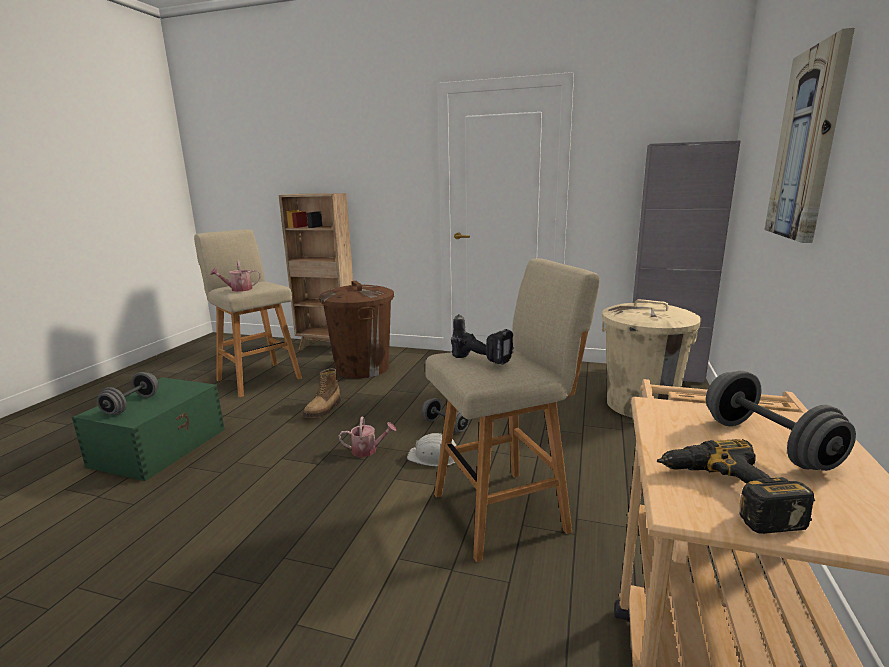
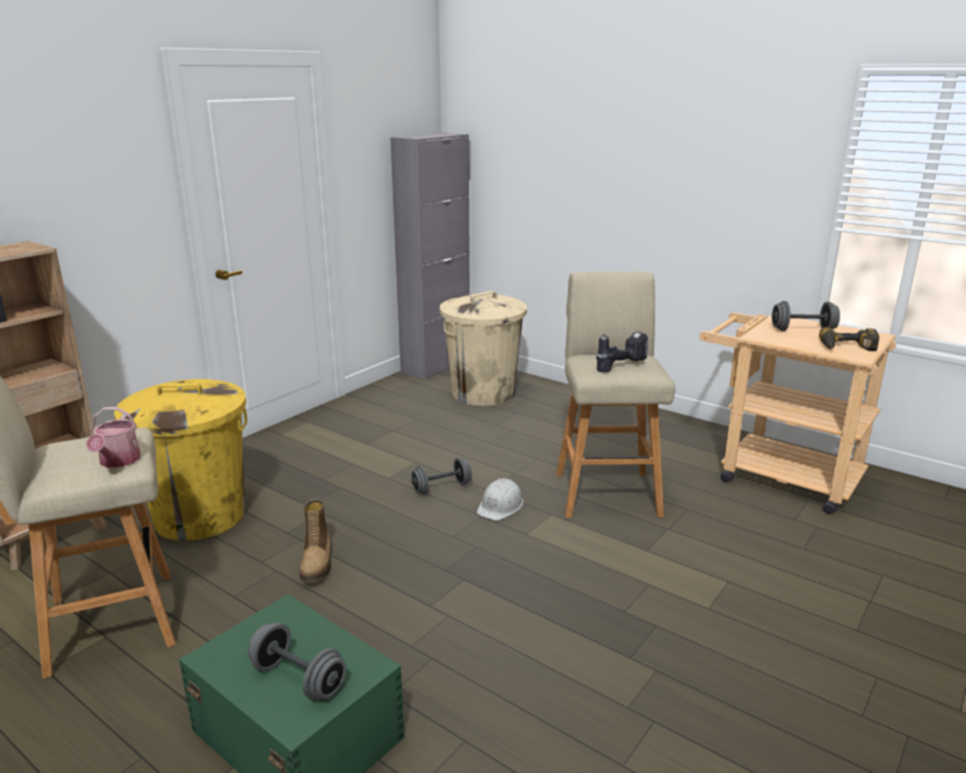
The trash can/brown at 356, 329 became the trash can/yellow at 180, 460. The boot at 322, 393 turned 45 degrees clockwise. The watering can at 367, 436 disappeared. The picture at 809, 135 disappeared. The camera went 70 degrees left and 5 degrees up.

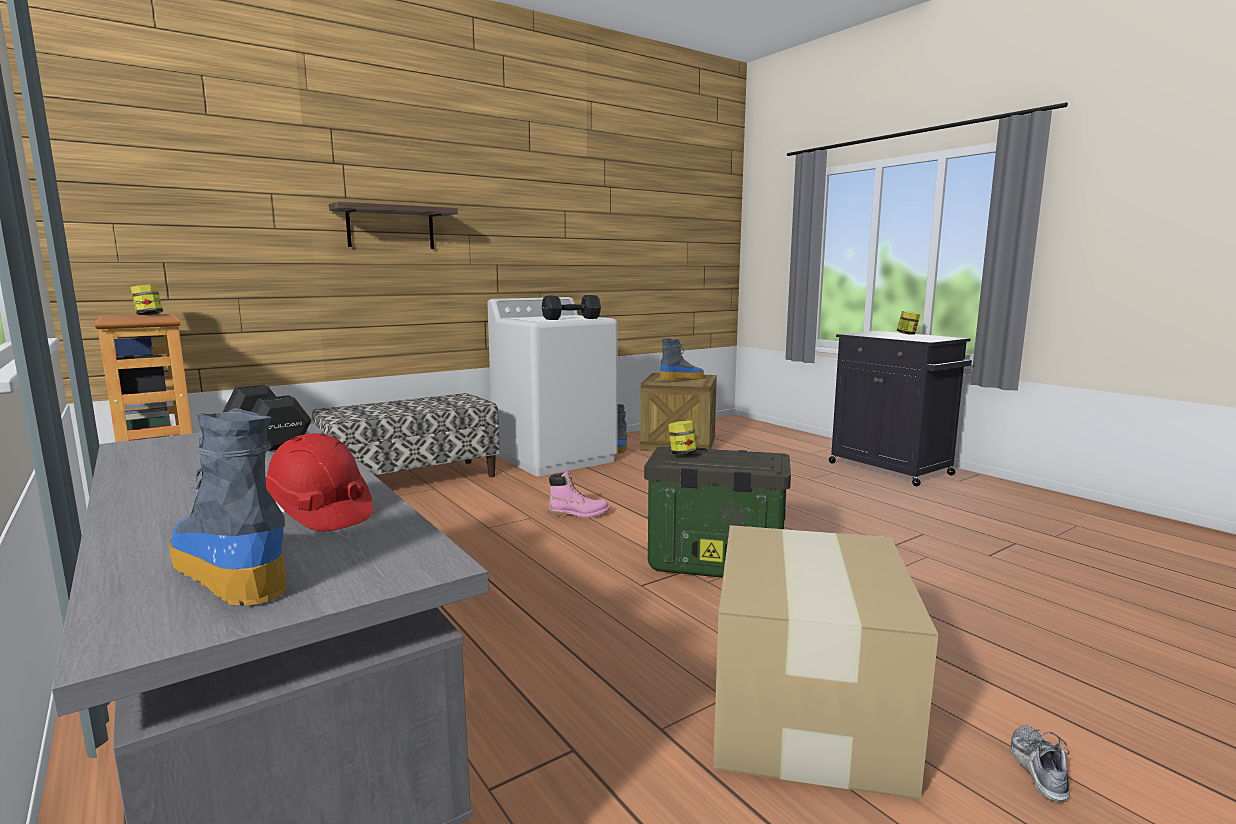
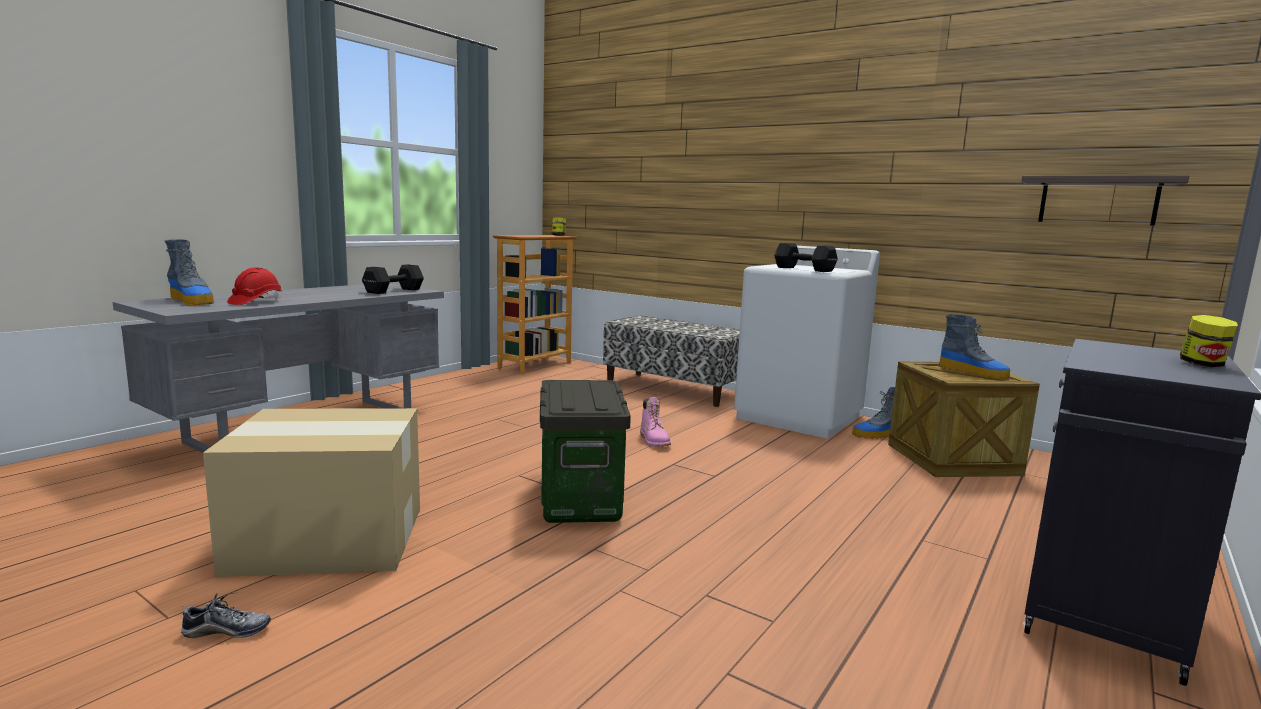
The boot at 227, 507 turned 105 degrees clockwise. The shelf moved from 393, 225 to 1105, 200. The jar at 683, 438 disappeared. The camera went 70 degrees right and 0 degrees up.

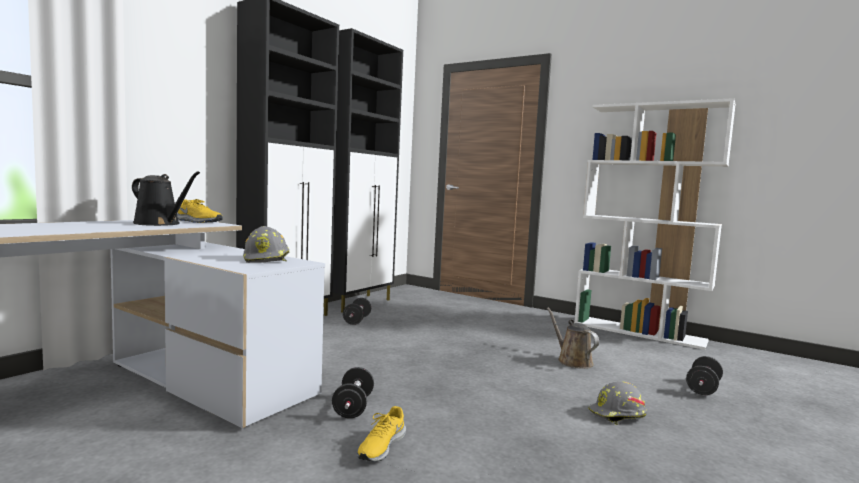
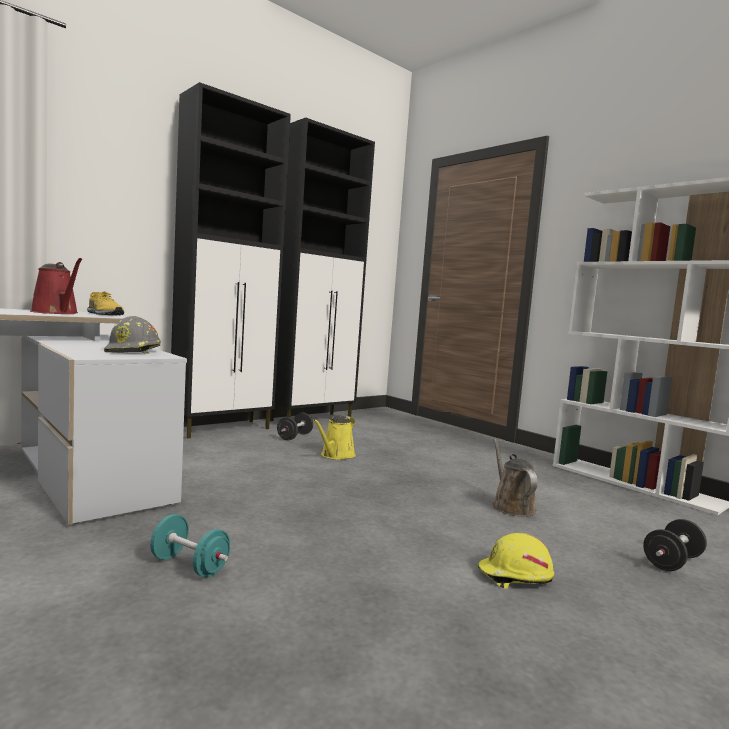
The watering can/black at 166, 198 became the watering can/red at 56, 286. The shoe/yellow at 381, 434 was replaced by the dumbbell/turquoise at 190, 546. The watering can/yellow at 334, 438 appeared. The hard hat/grey at 617, 403 became the hard hat/yellow at 516, 561. The dumbbell/black at 353, 392 disappeared. The camera went 15 degrees right and 0 degrees up.

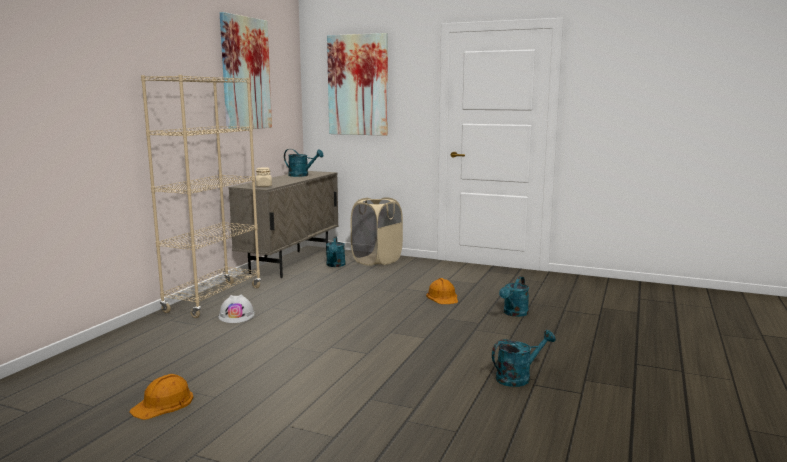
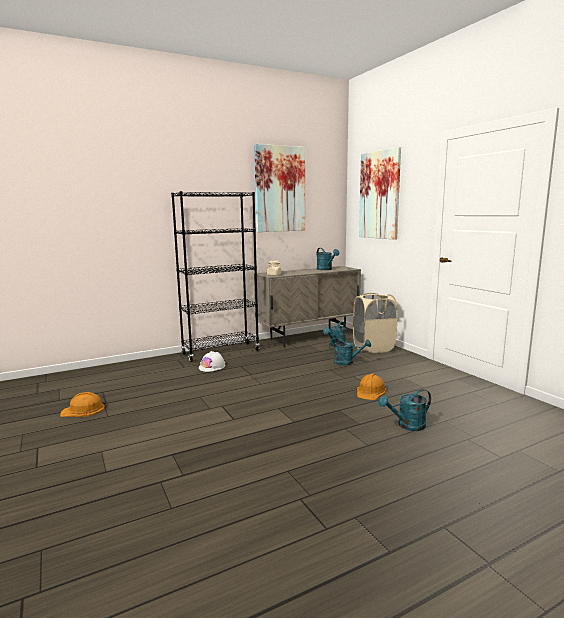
The bookcase/beige at 201, 196 became the bookcase/black at 215, 276. The watering can/turquoise moved from 524, 358 to 350, 351. The camera went 40 degrees right and 0 degrees up.

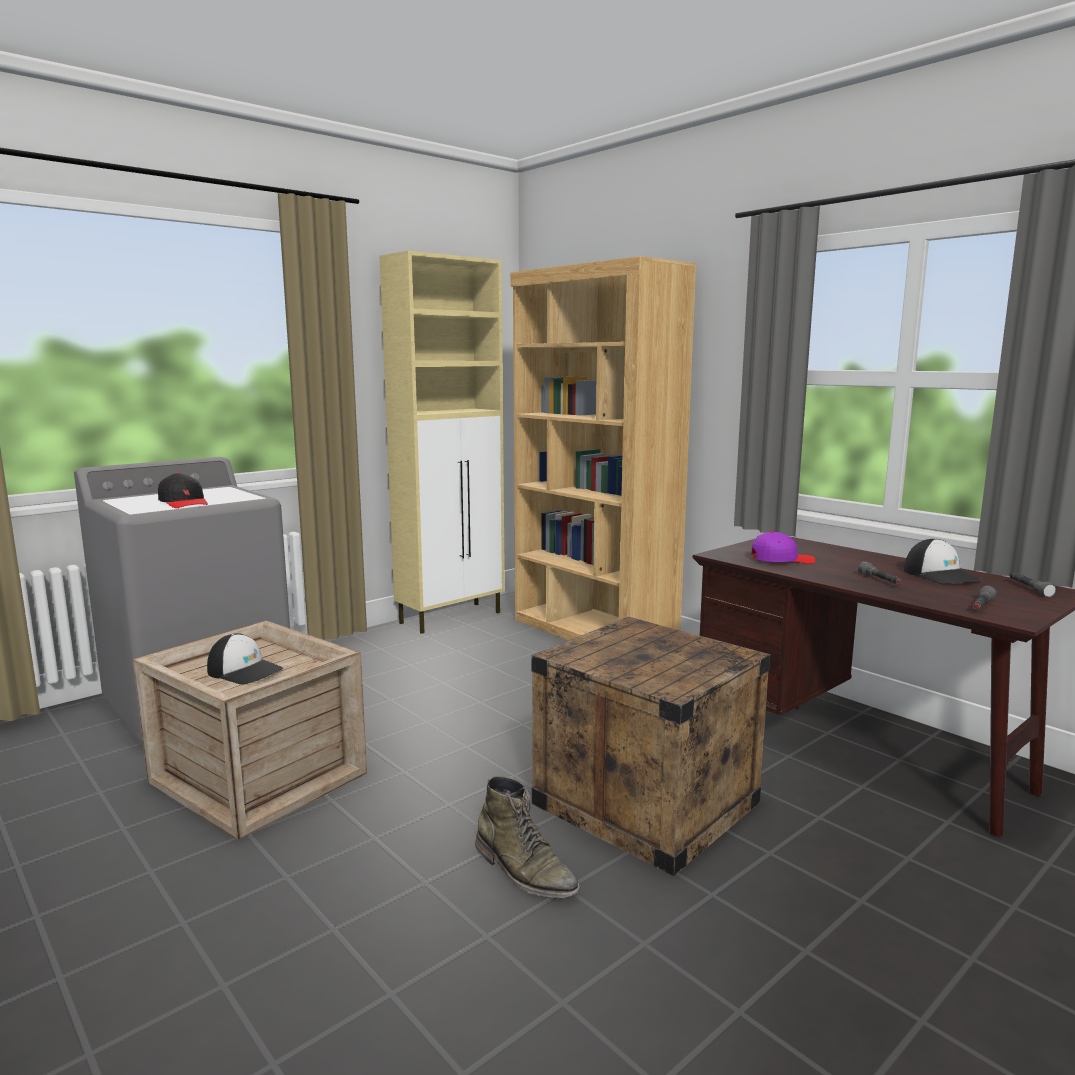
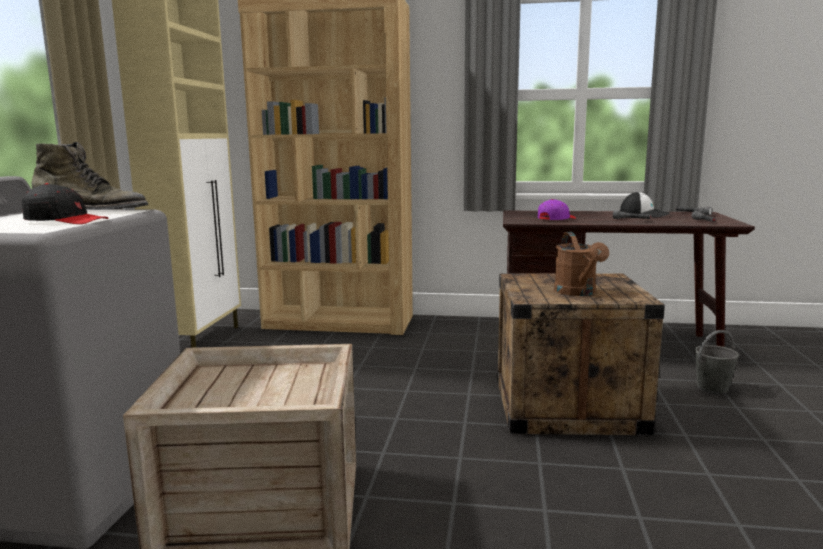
The boot/green moved from 527, 837 to 90, 176. The watering can/brown at 581, 264 appeared. The bucket/grey at 717, 362 appeared. The cap at 245, 659 disappeared. The camera went 40 degrees left and 0 degrees up.

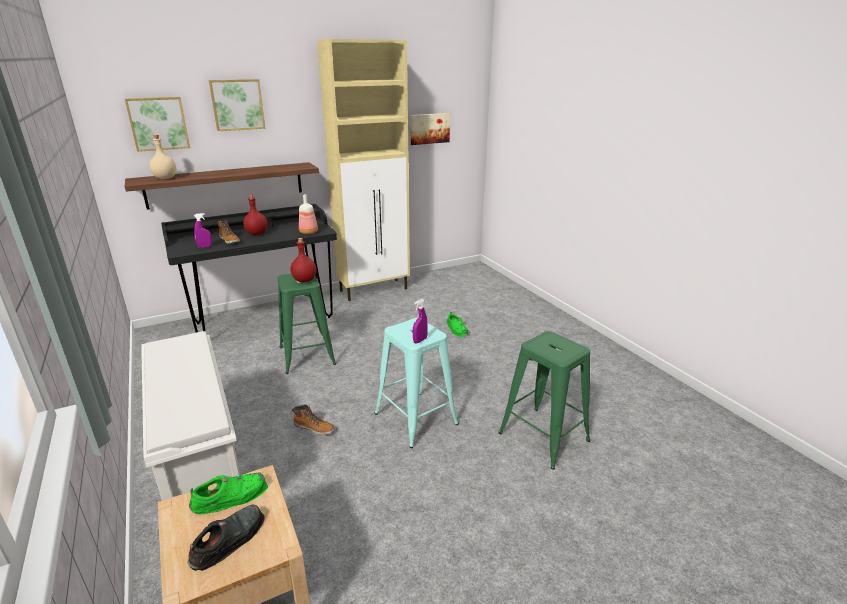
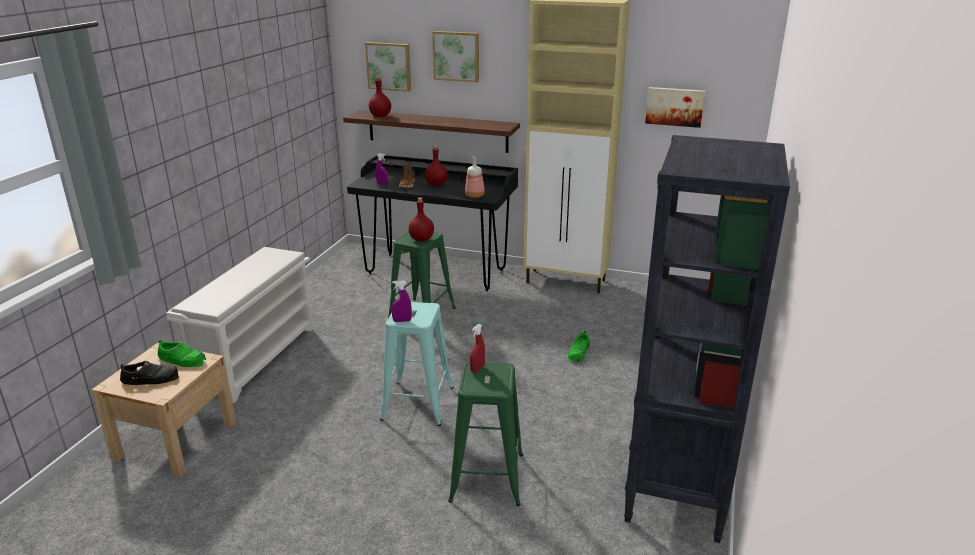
The bottle/beige at 162, 157 became the bottle/red at 380, 97. The spray bottle/red at 477, 348 appeared. The bookcase/black at 707, 339 appeared. The boot at 313, 420 disappeared. The camera went 45 degrees right and 0 degrees up.

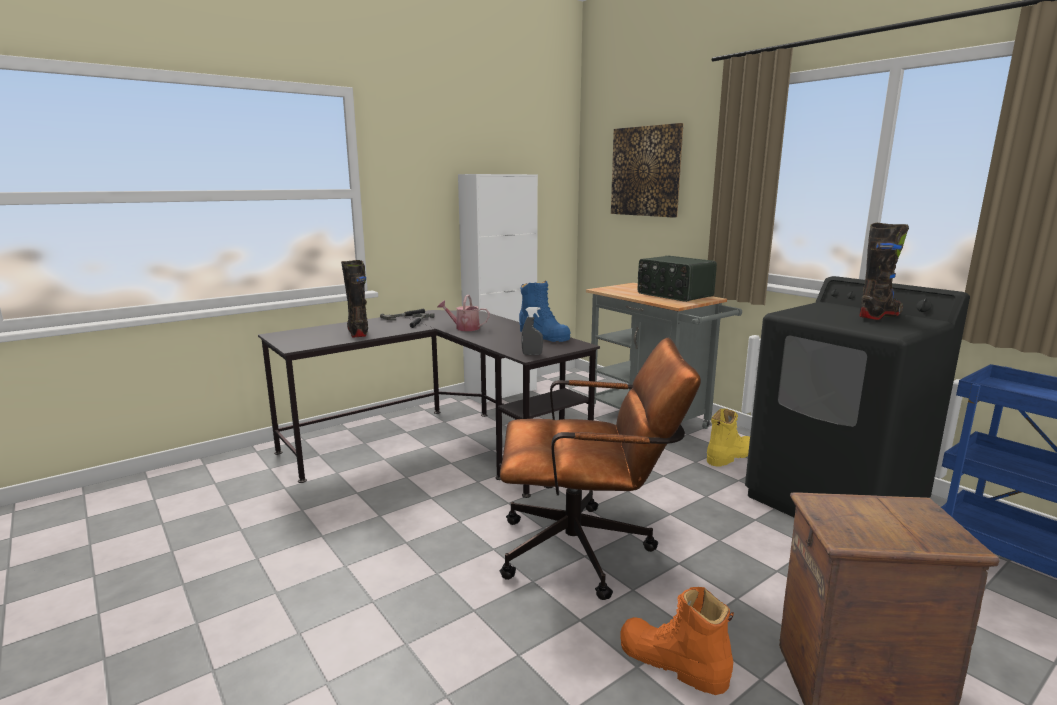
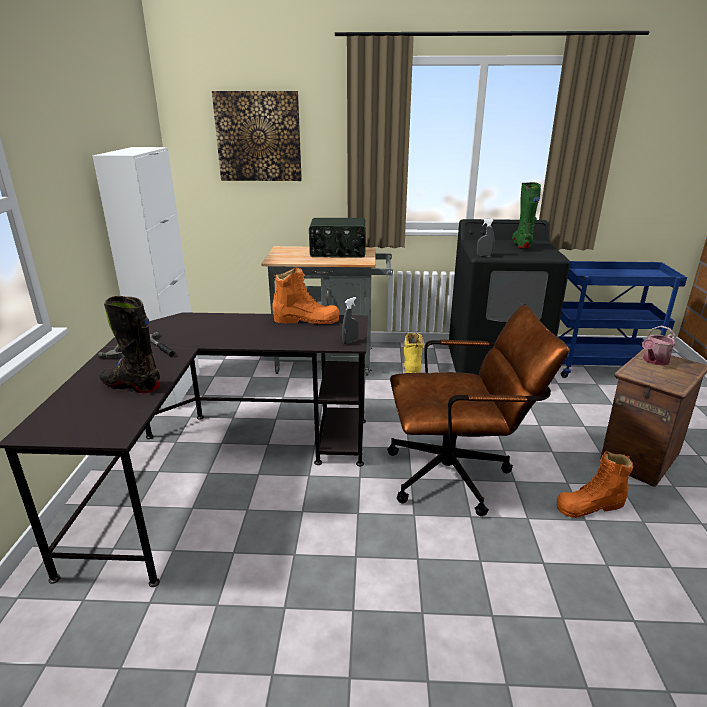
The boot/blue at 545, 311 became the boot/orange at 306, 296. The office chair/brown at 600, 469 turned 45 degrees clockwise. The spray bottle/grey at 486, 237 appeared. The boot/black at 884, 271 became the boot/green at 526, 215. The watering can moved from 464, 313 to 659, 346. The camera went 50 degrees left and 10 degrees up.

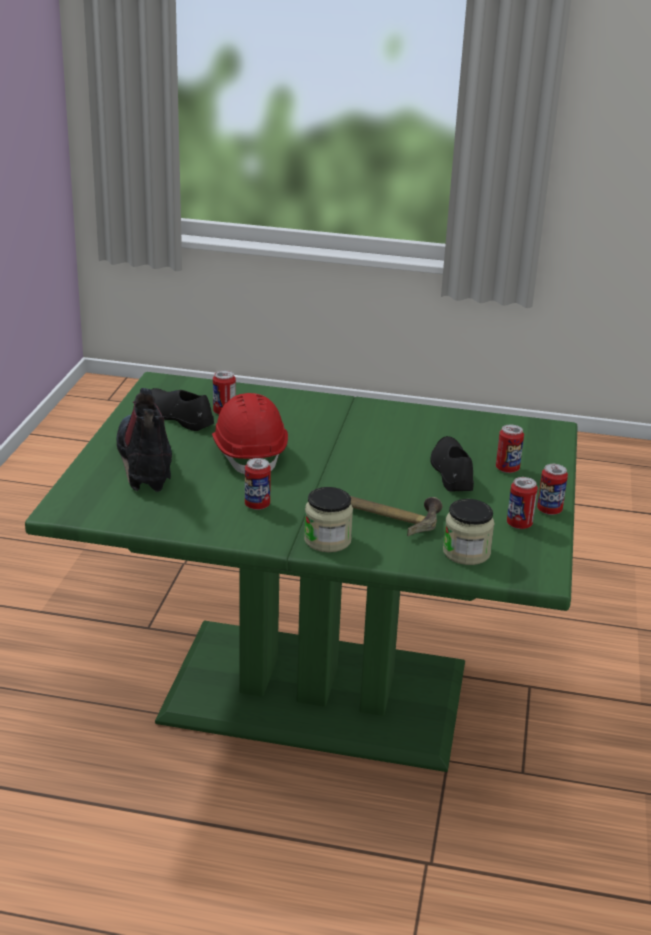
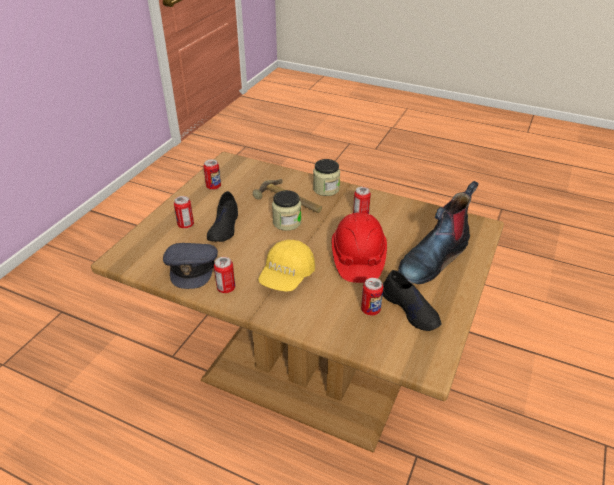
The dining table/green at 301, 572 became the dining table/brown at 297, 302. The cap/grey at 190, 266 appeared. The can moved from 552, 489 to 224, 275. The cap/yellow at 286, 265 appeared. The jar moved from 469, 532 to 286, 210. The boot at 144, 440 turned 45 degrees clockwise. The camera went 165 degrees left and 10 degrees up.

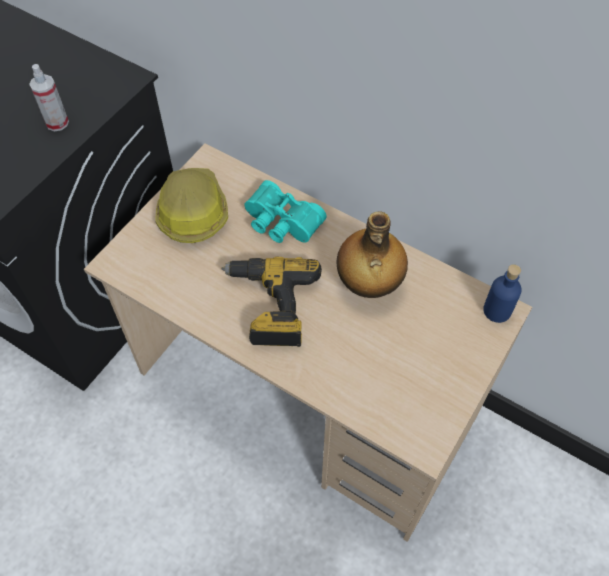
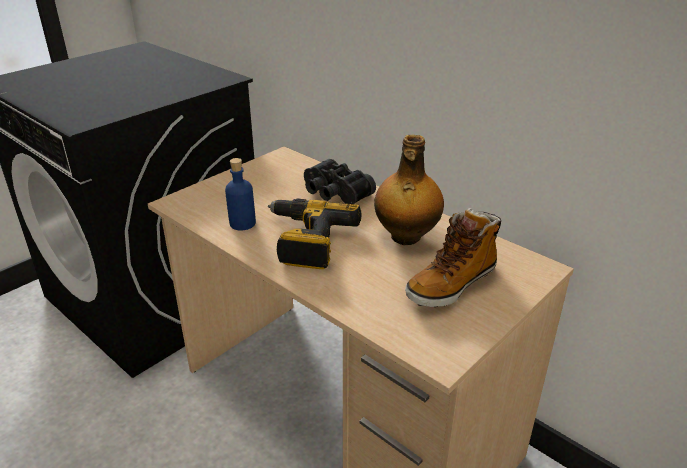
The bottle/blue moved from 502, 293 to 240, 194. The binoculars/turquoise at 285, 211 became the binoculars/black at 340, 181. The boot at 453, 257 appeared. The spray bottle at 49, 97 disappeared. The hard hat at 191, 205 disappeared. The camera went 10 degrees right and 25 degrees down.

